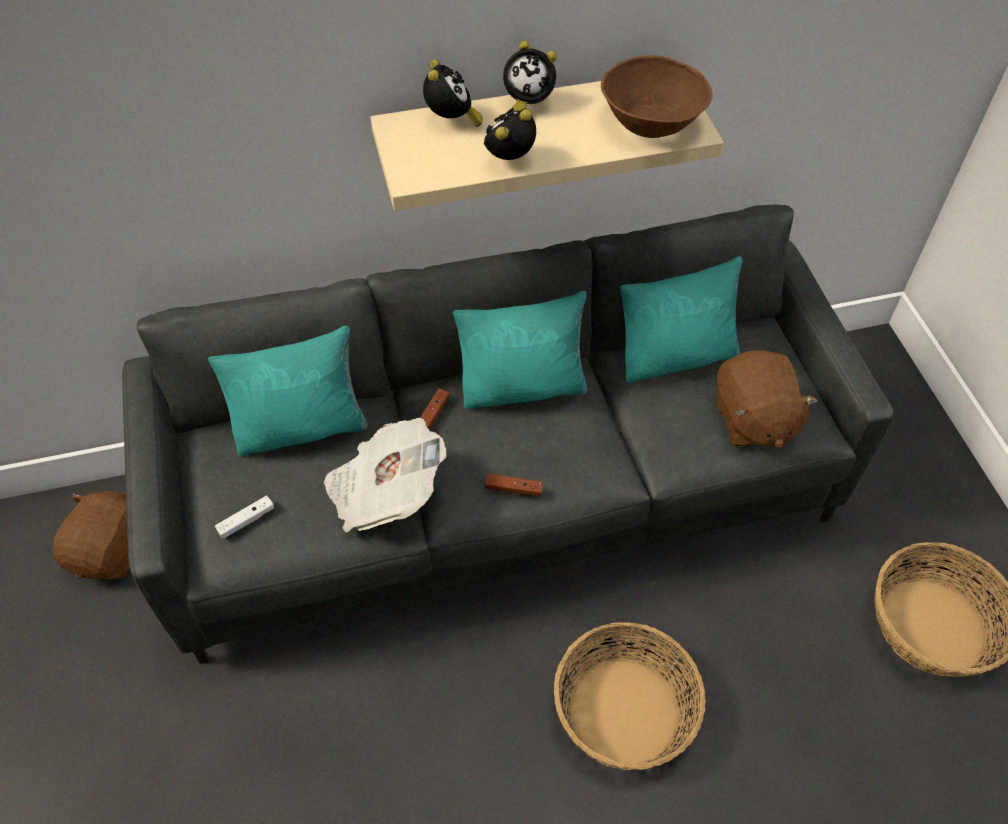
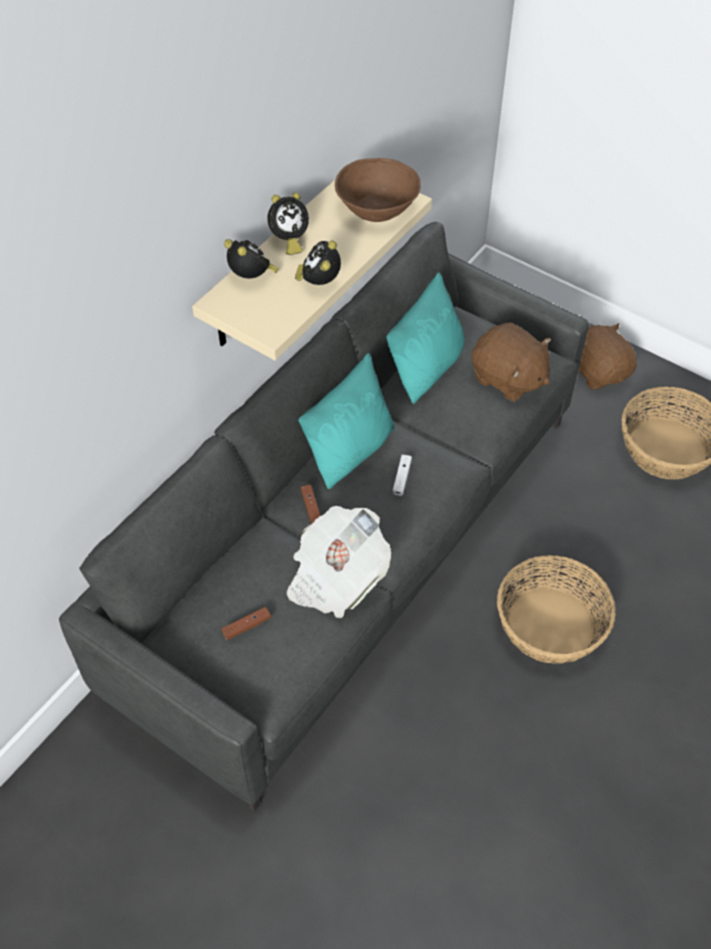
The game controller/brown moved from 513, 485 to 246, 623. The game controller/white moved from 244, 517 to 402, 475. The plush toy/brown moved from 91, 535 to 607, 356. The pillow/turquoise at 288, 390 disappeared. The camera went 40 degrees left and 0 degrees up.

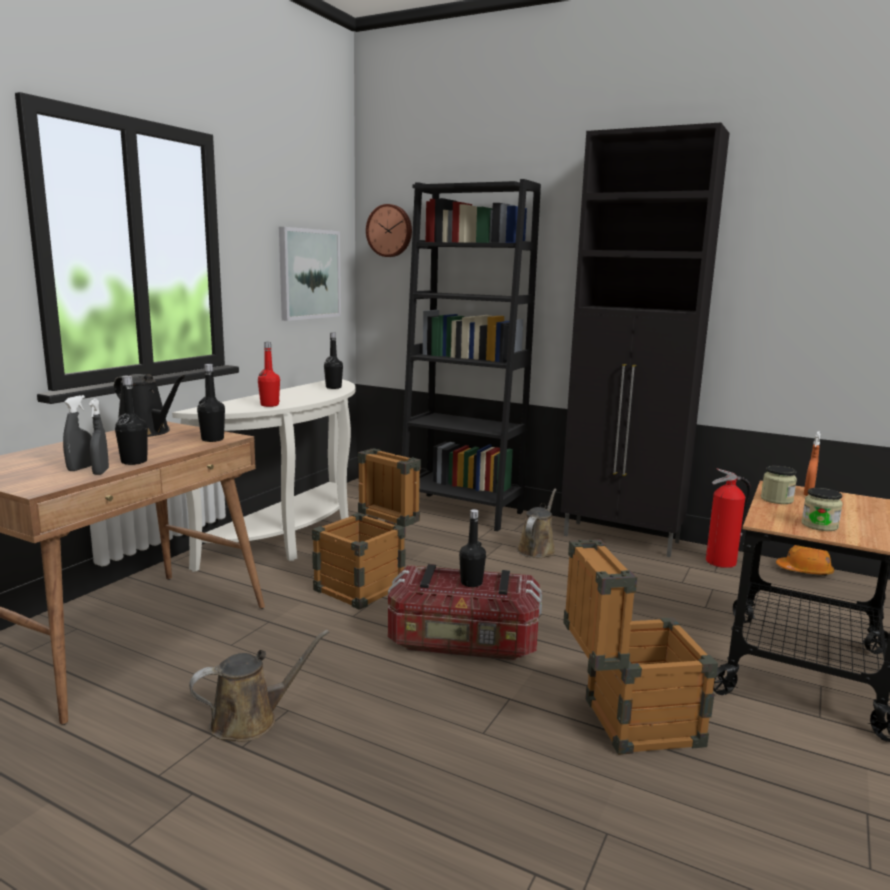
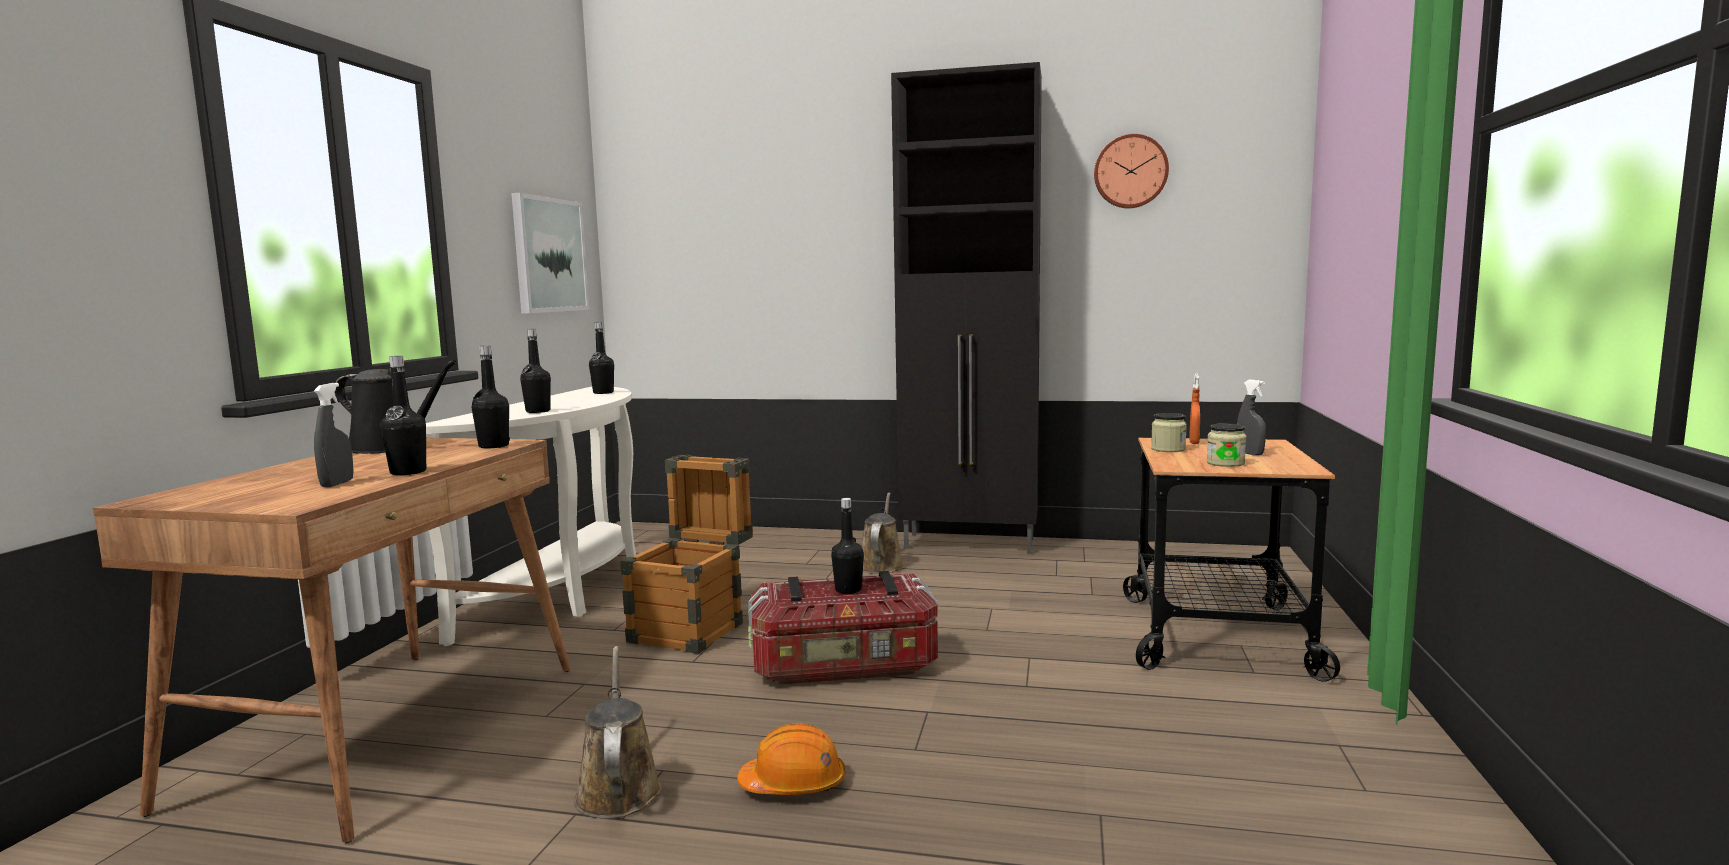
The bottle/red at 269, 374 became the bottle/black at 535, 371. The watering can/brown at 259, 686 turned 60 degrees counterclockwise. The hard hat/orange moved from 805, 560 to 791, 759. The wall clock moved from 389, 230 to 1131, 171. The spray bottle/grey moved from 99, 437 to 1251, 417. The bookcase/black at 471, 355 disappeared. The crate at 640, 647 disappeared. The fire extinguisher at 728, 518 disappeared. The camera went 15 degrees left and 5 degrees down.

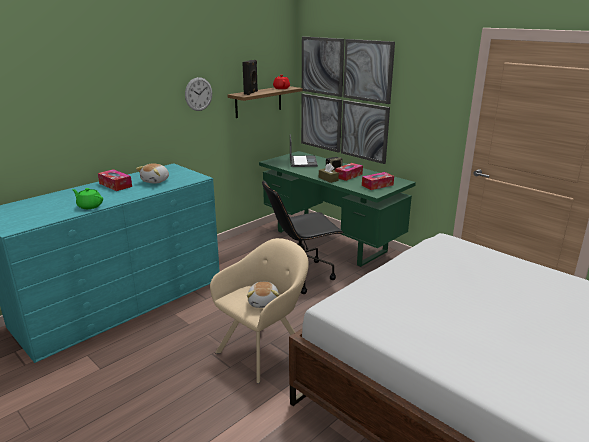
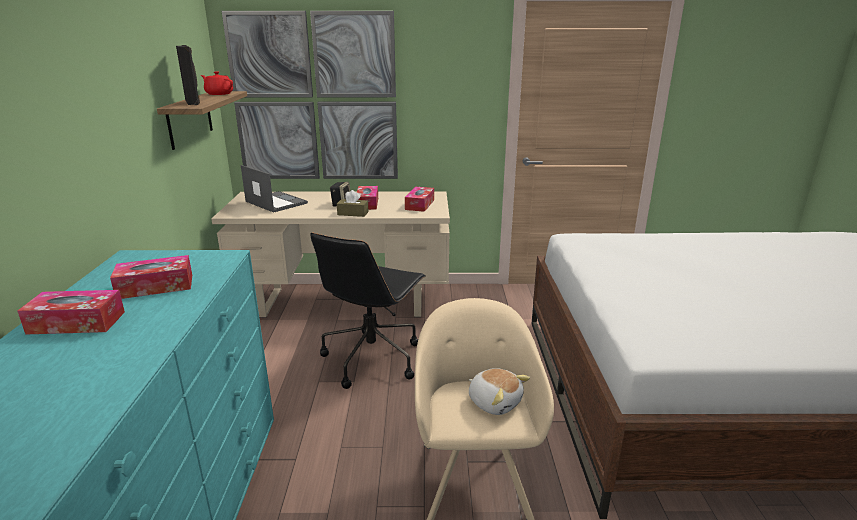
The plush toy at 152, 173 was replaced by the tissue box at 151, 277. The desk/green at 337, 209 became the desk/beige at 330, 254. The teapot/green at 87, 198 disappeared. The wall clock at 198, 94 disappeared. The camera went 45 degrees left and 0 degrees up.

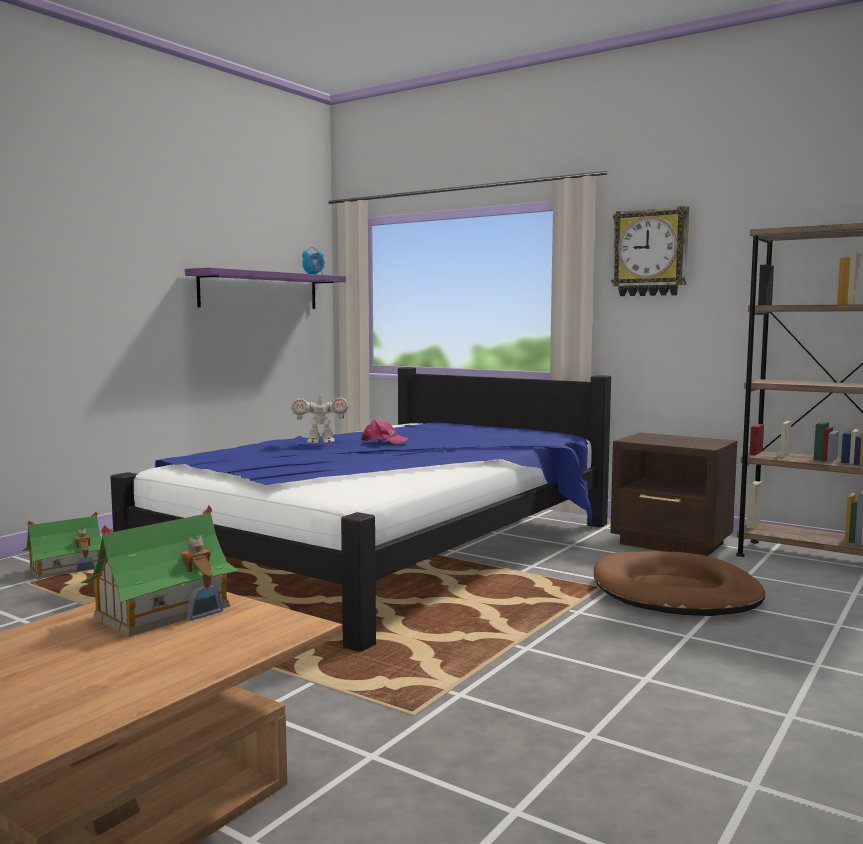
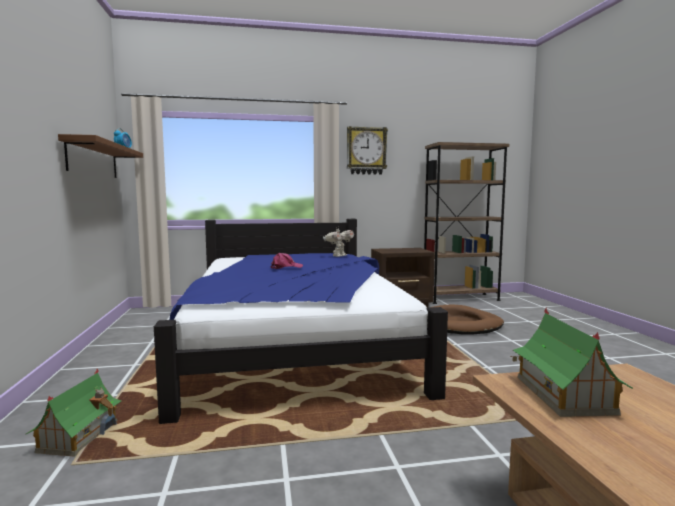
The shelf/purple at 265, 288 became the shelf/brown at 100, 156. The toy robot moved from 320, 416 to 338, 242. The camera went 45 degrees left and 0 degrees up.

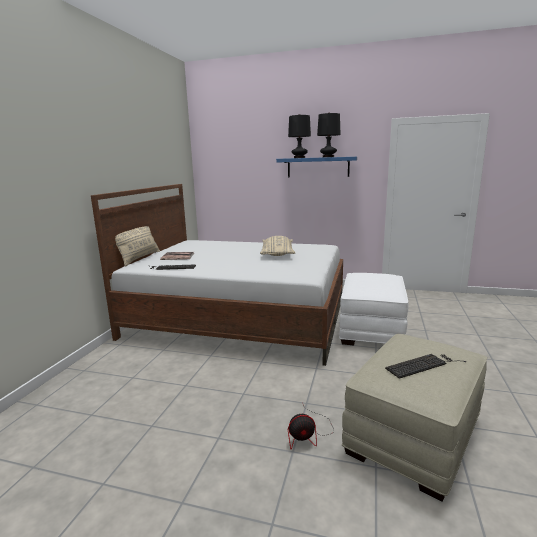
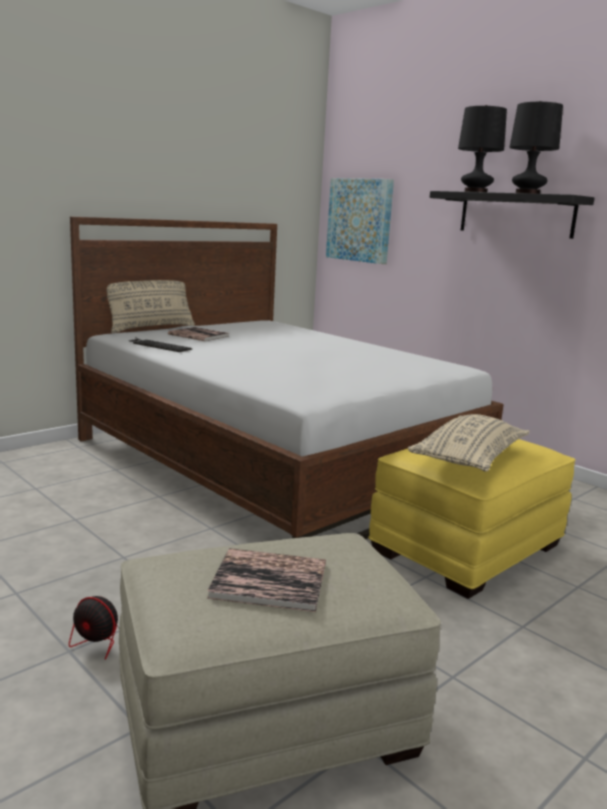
The keyboard at 425, 366 was replaced by the book at 266, 580. The picture at 360, 221 appeared. The ottoman/white at 374, 309 became the ottoman/yellow at 471, 519. The pillow/beige moved from 277, 246 to 468, 443. The shelf/blue at 316, 167 became the shelf/black at 512, 215. The camera went 30 degrees right and 0 degrees up.

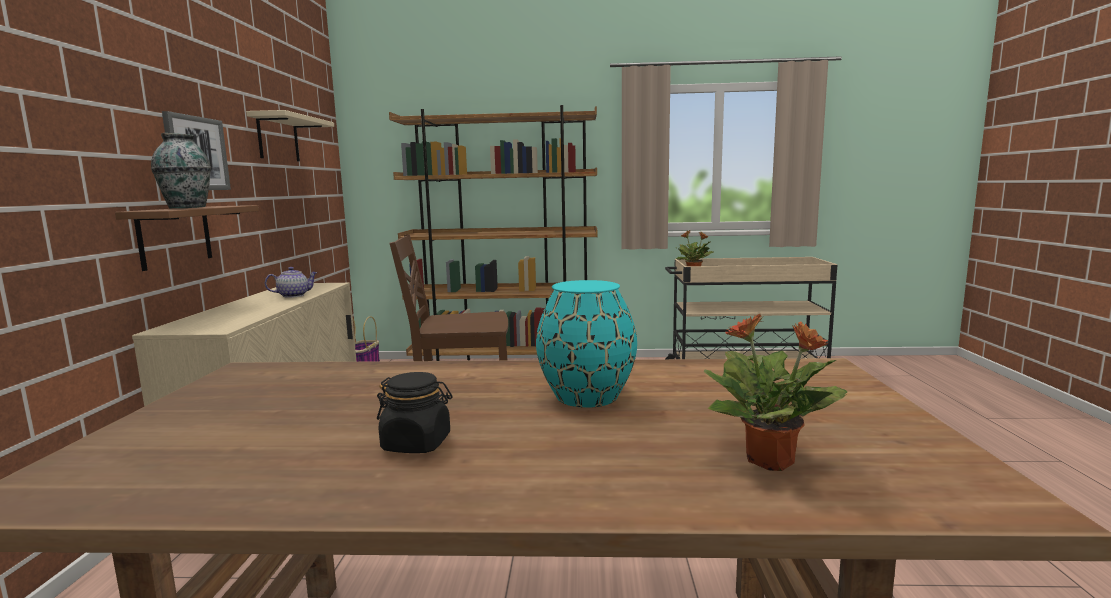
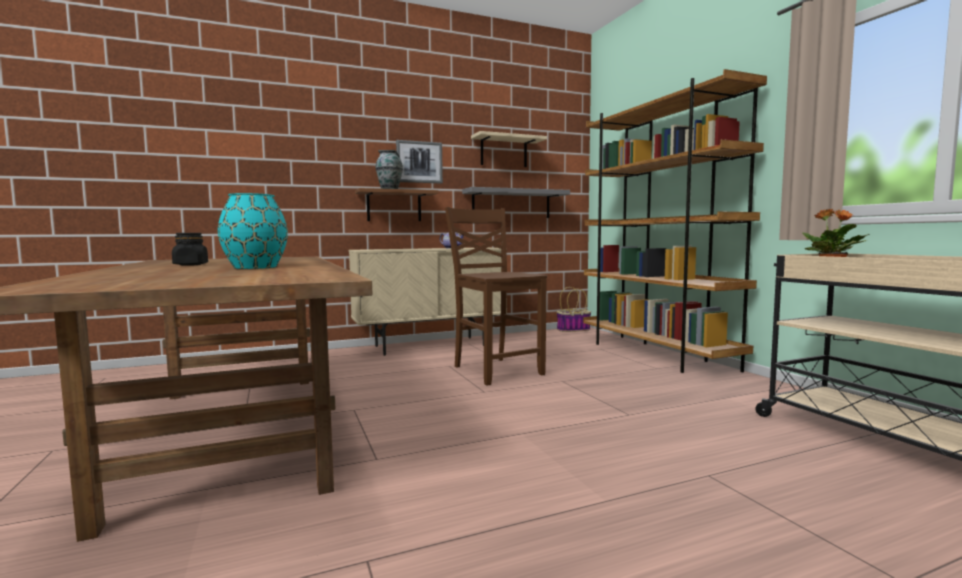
The shelf/grey at 516, 202 appeared. The potted plant at 775, 392 disappeared. The camera went 65 degrees right and 5 degrees down.

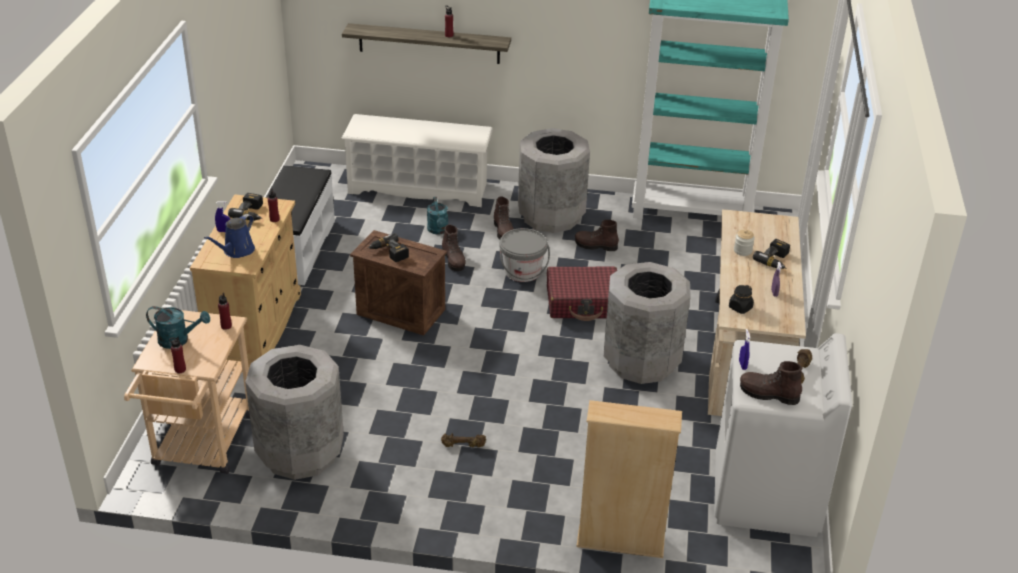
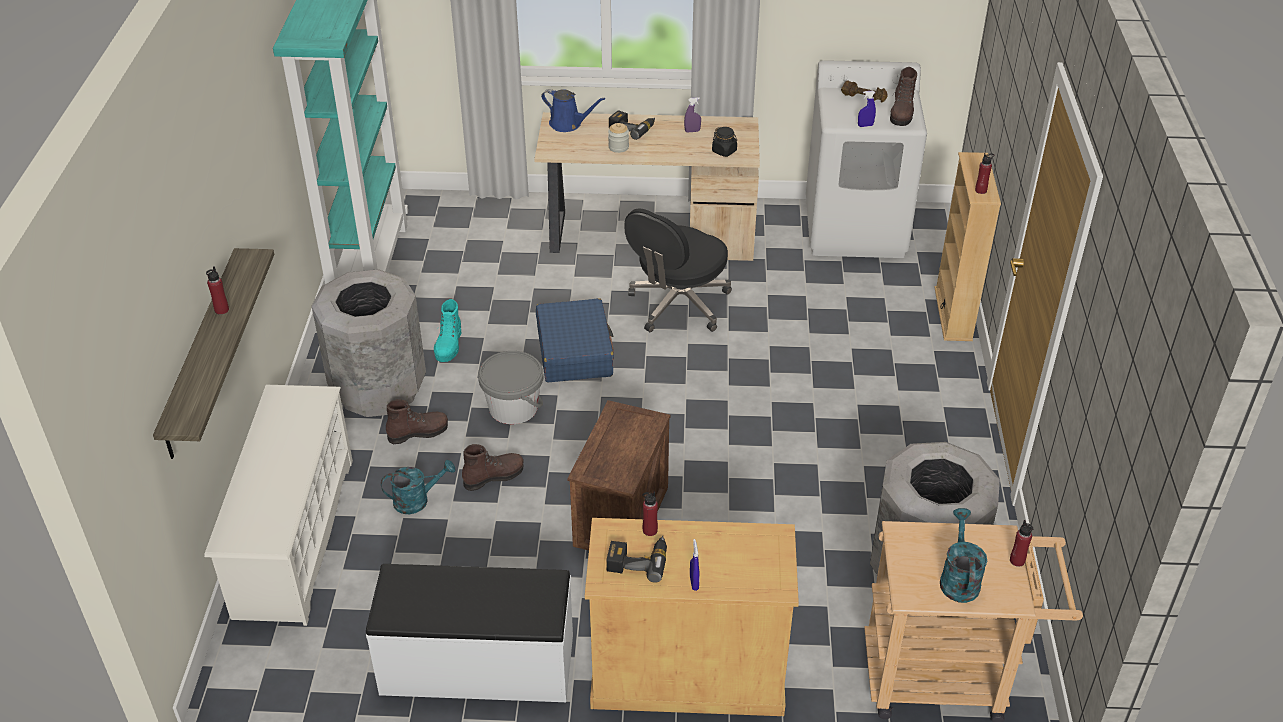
The boot/brown at 597, 235 became the boot/turquoise at 448, 330. The suitcase/red at 582, 293 became the suitcase/blue at 575, 340. The watering can/blue moved from 229, 236 to 573, 110. The trash can/grey at 647, 323 was replaced by the office chair/black at 678, 270. The bottle/red moved from 225, 311 to 984, 173. The power drill at 388, 247 disappeared. The dumbbell/brown at 463, 440 disappeared. The camera went 95 degrees left and 5 degrees up.

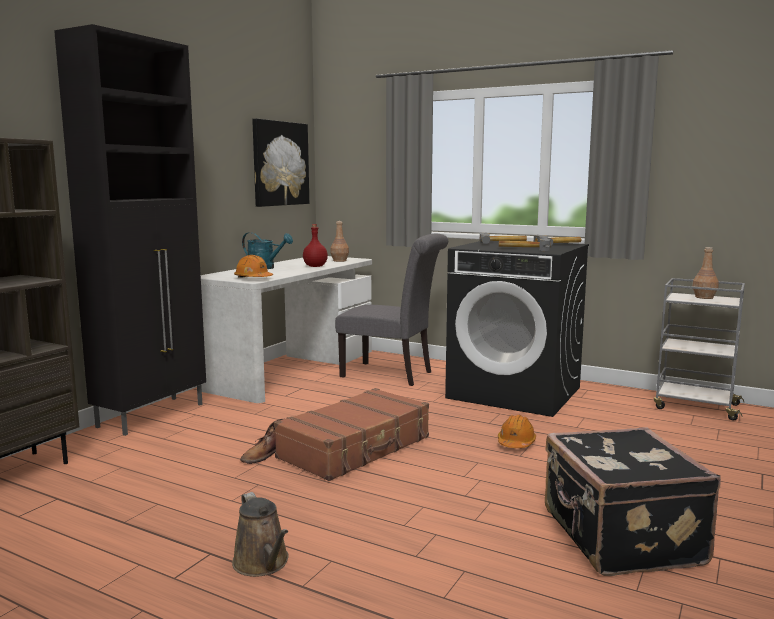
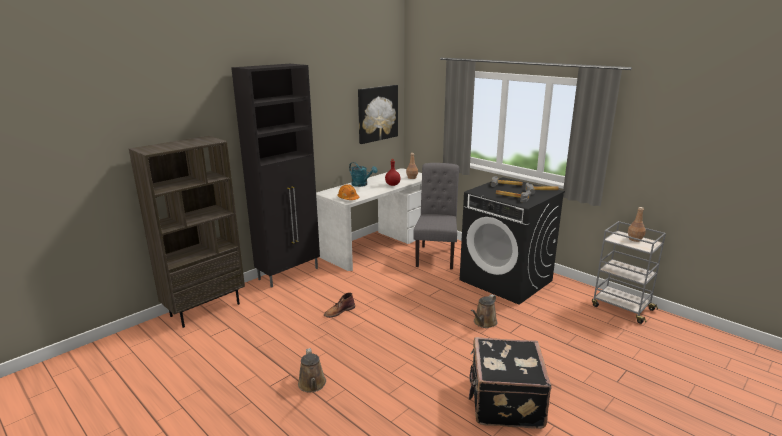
The chair/grey at 391, 310 turned 120 degrees counterclockwise. The hard hat/orange at 517, 431 was replaced by the watering can/brown at 484, 311. The suitcase/brown at 351, 434 disappeared. The camera went 15 degrees right and 10 degrees up.

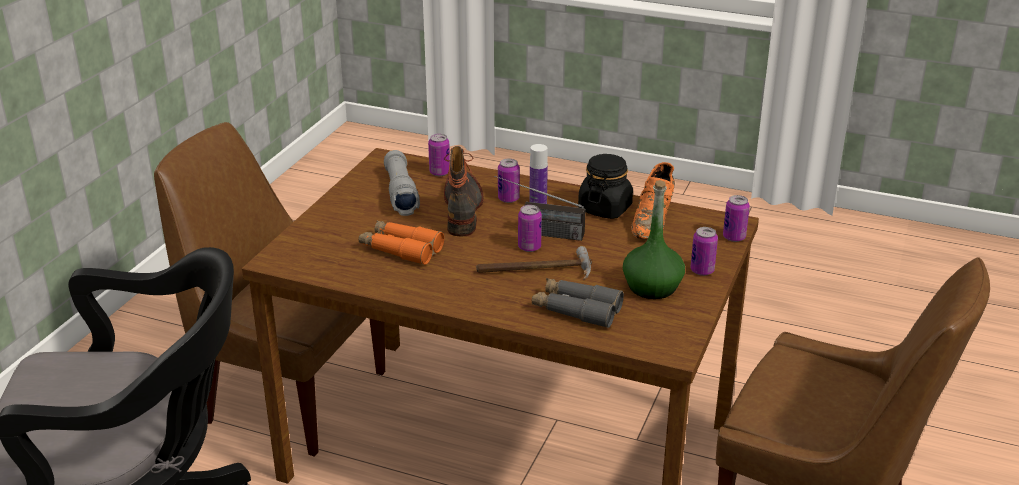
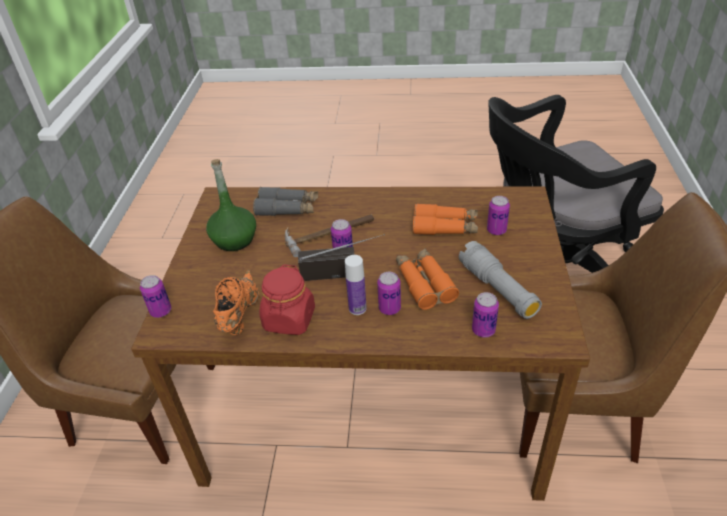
The jar/black at 605, 186 became the jar/red at 287, 300. The boot at 464, 191 was replaced by the binoculars/orange at 427, 279. The can moved from 704, 251 to 498, 215. The camera went 165 degrees right and 10 degrees up.

